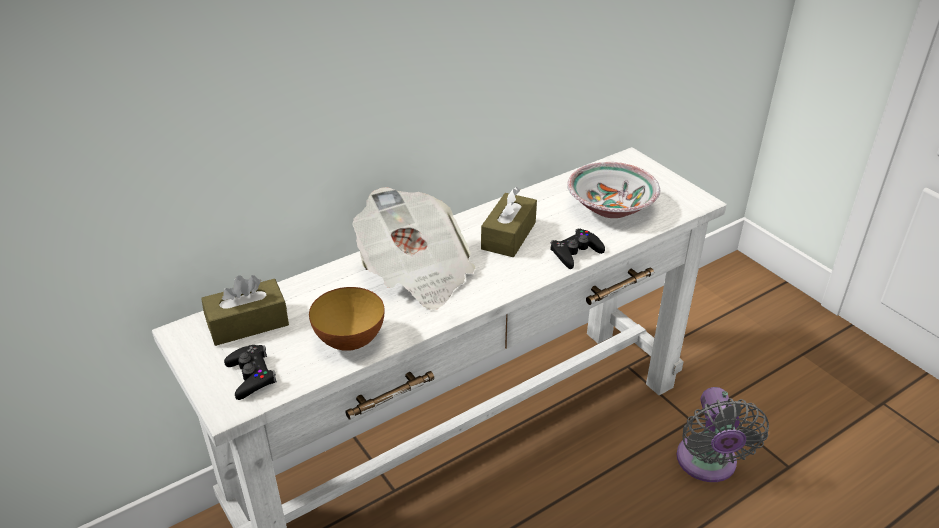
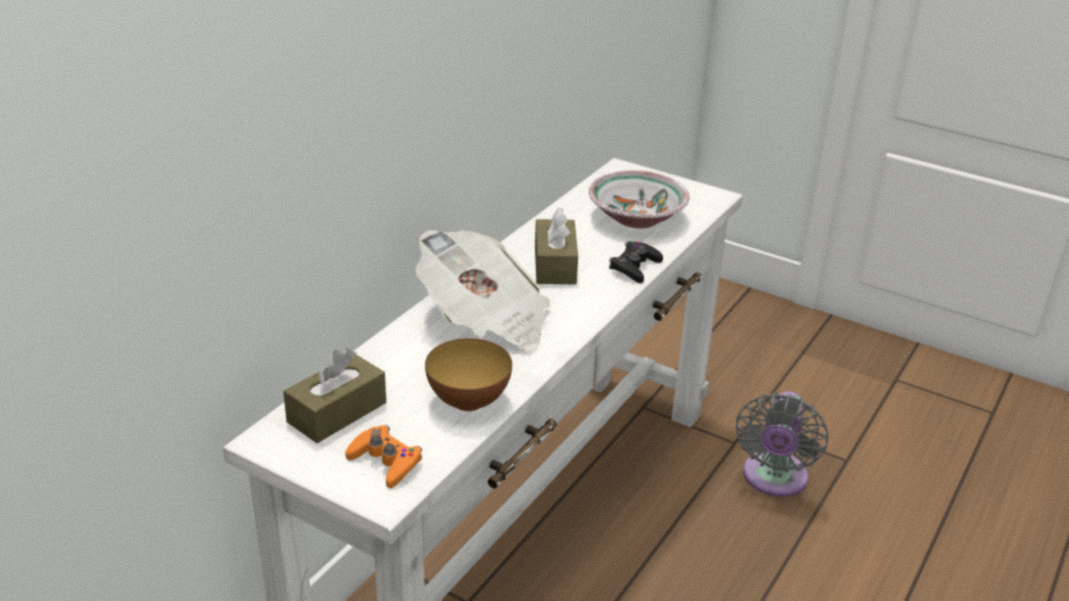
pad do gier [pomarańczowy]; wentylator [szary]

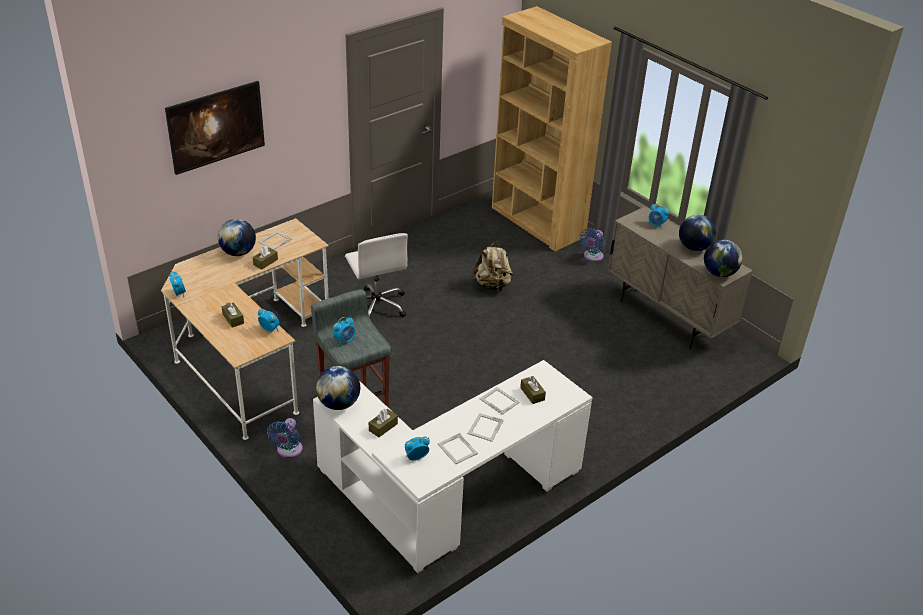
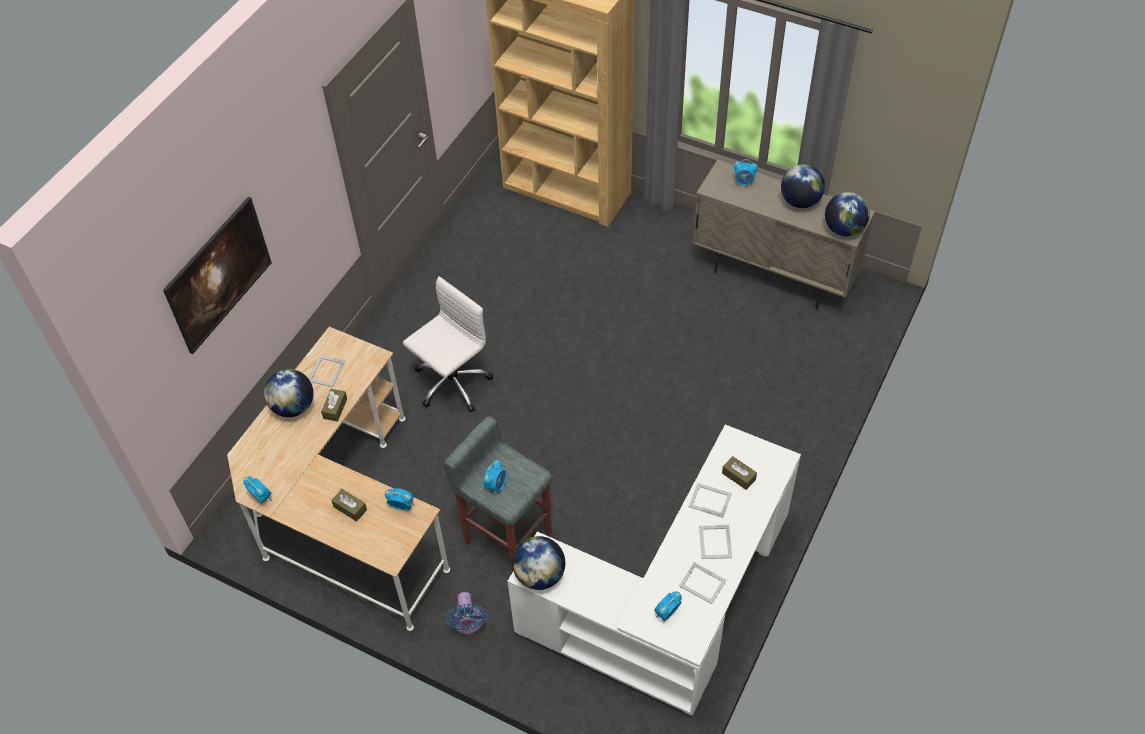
wentylator [niebieski] (no. 2 from left in the first image); krzesło biurowe [biały]; plecak [beżowy]; pudełko chusteczek [brązowy] (no. 3 from left in the first image)

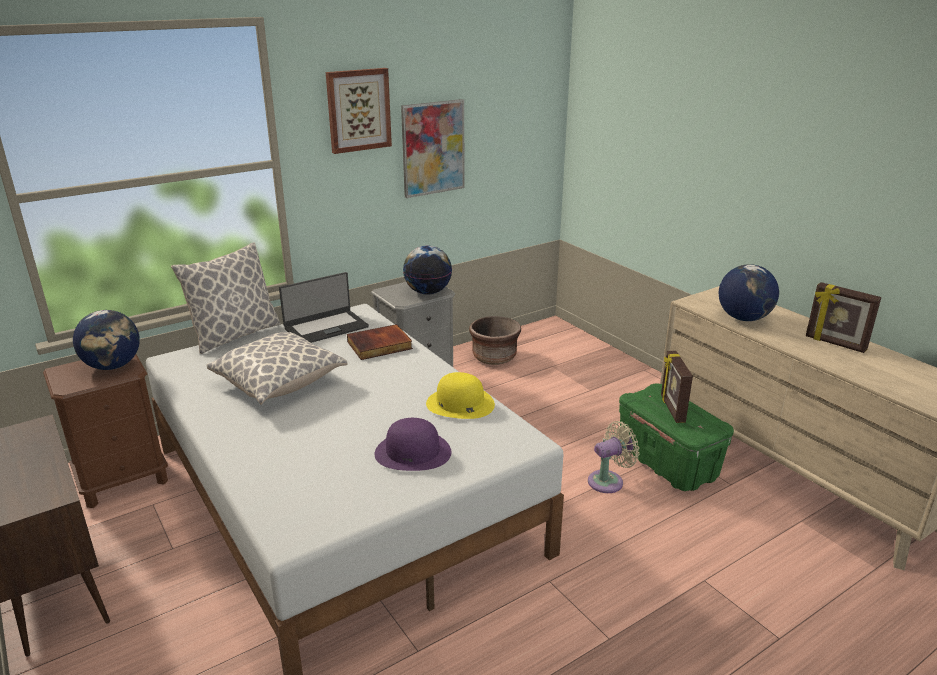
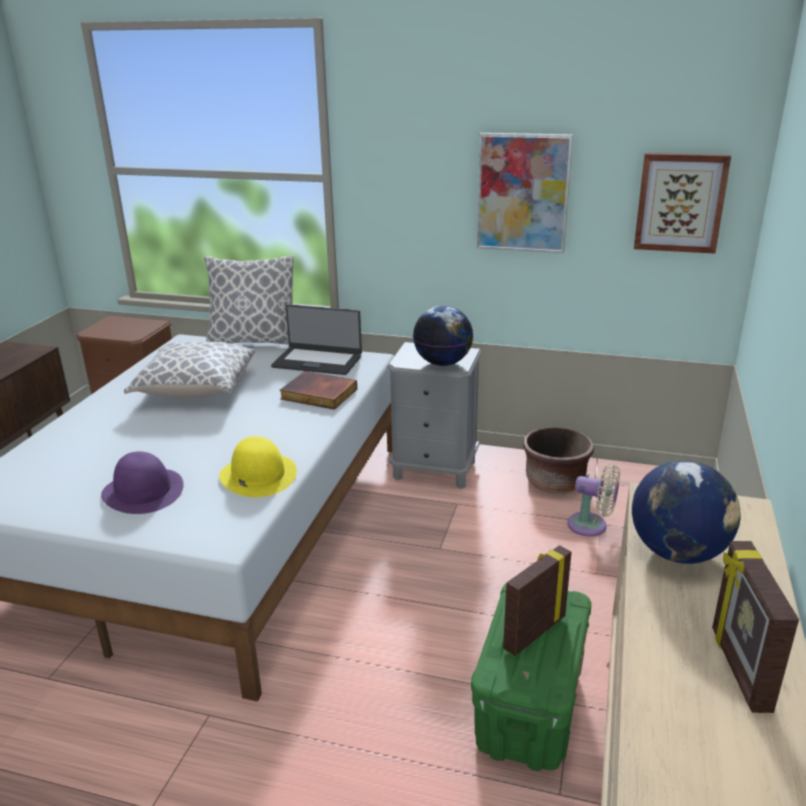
obraz (no. 2 from left); globus (no. 1 from left in the first image); wentylator [beżowy]

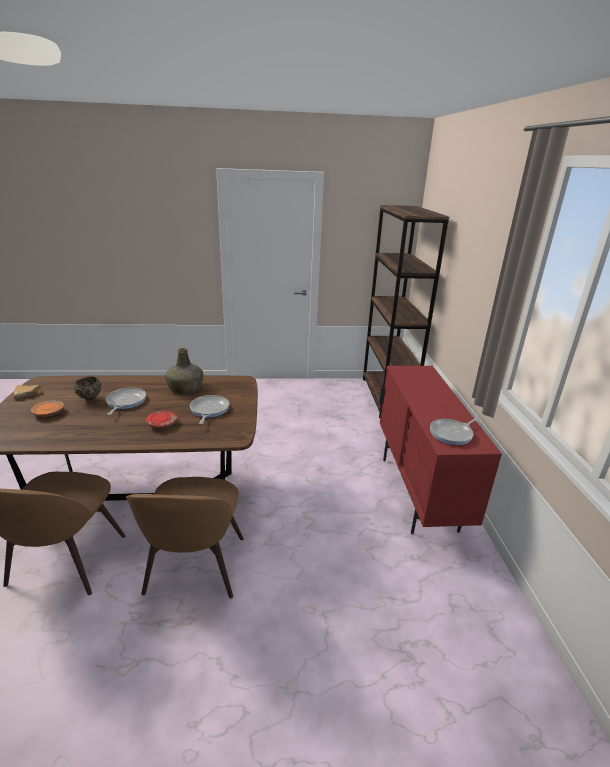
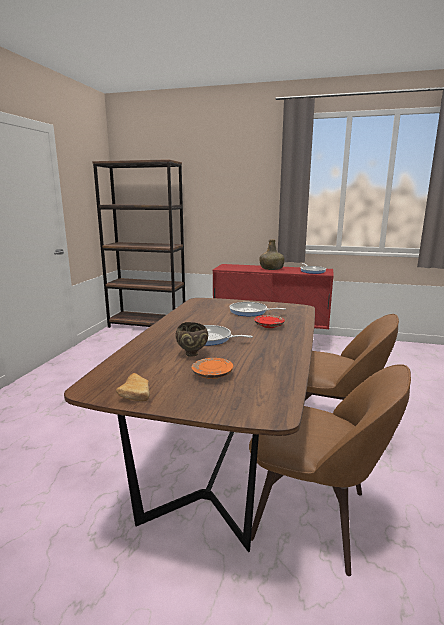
butelka [zielony]

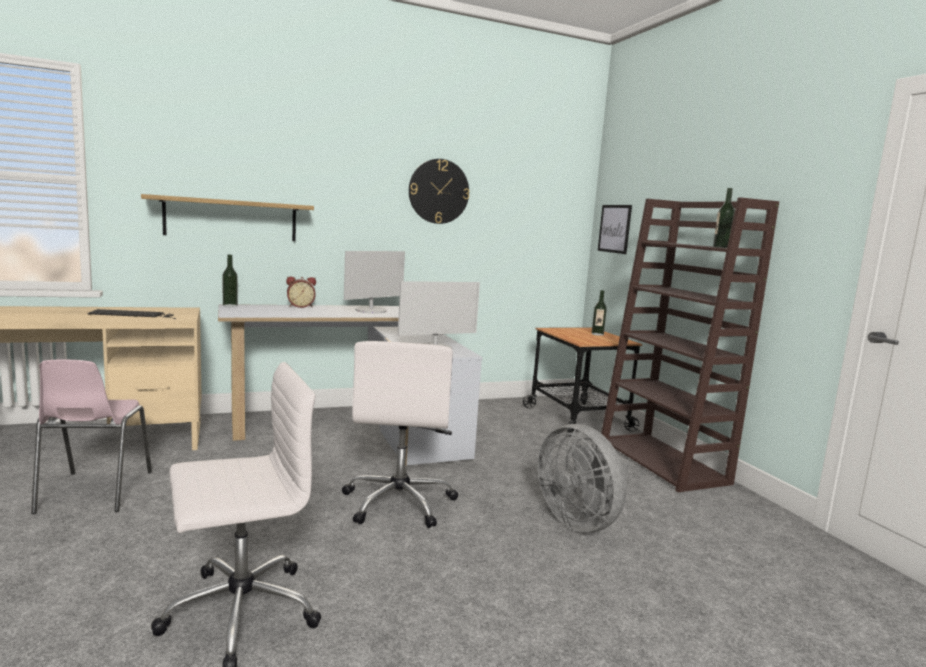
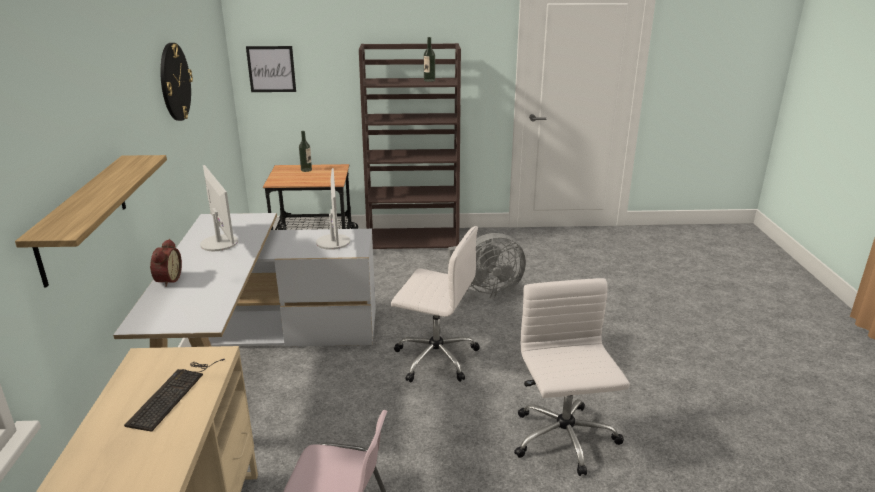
butelka (no. 1 from left in the first image)

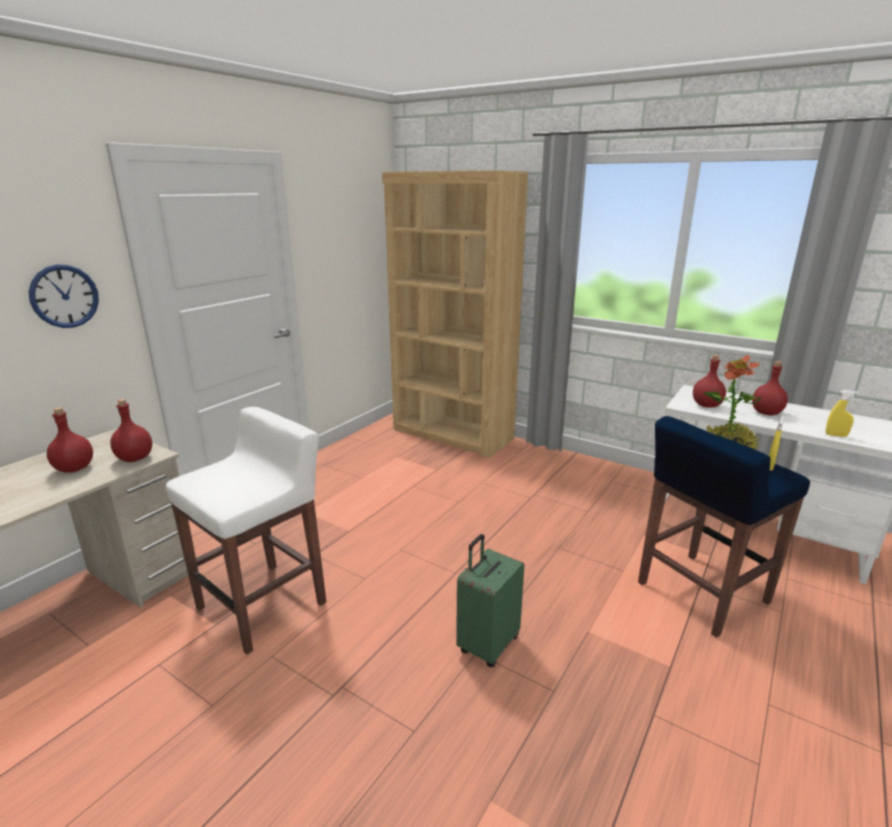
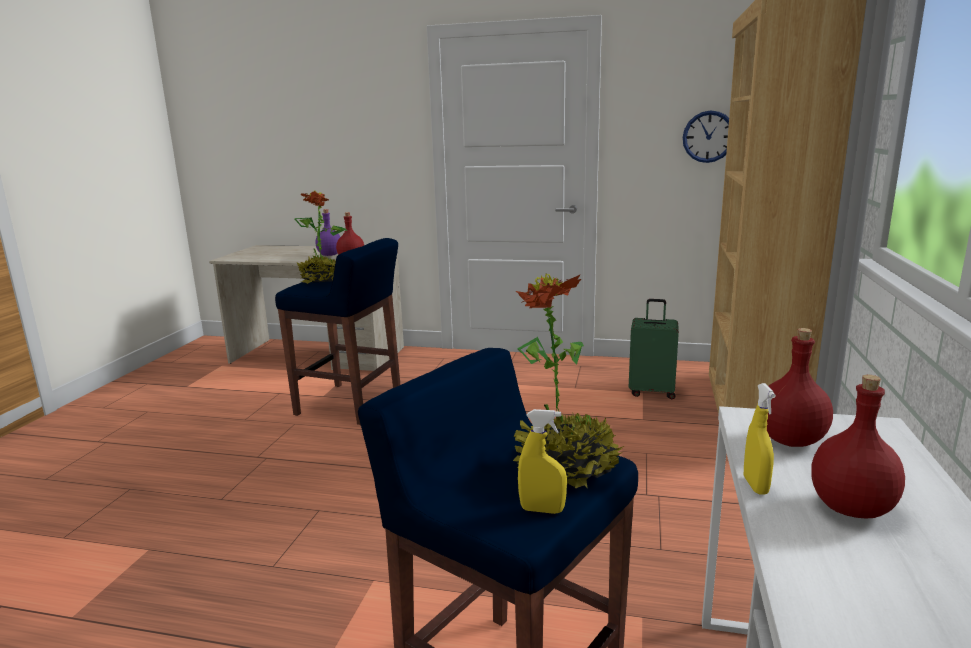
zegar ścienny; spryskiwacz [żółty] (no. 2 from left); butelka [fioletowy]; stołek [niebieski] (no. 1 from left); walizka [zielony]; roślina doniczkowa (no. 1 from left)

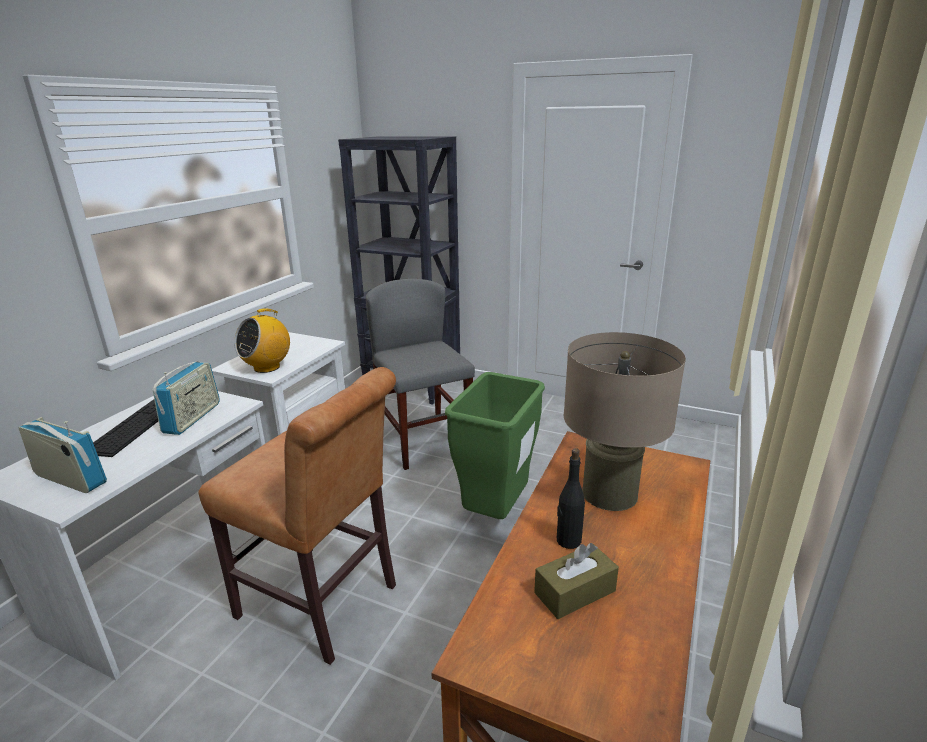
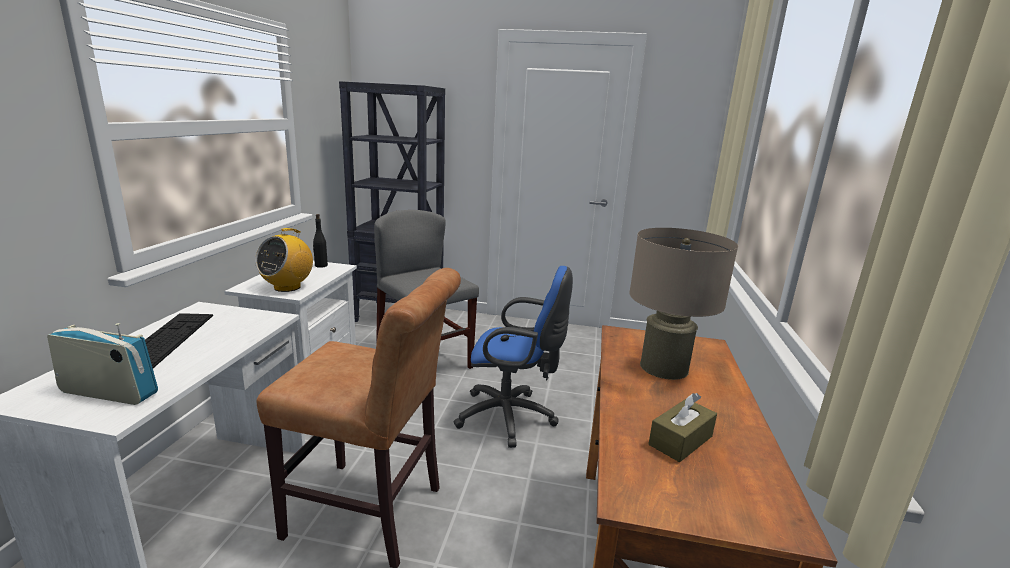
radio (no. 2 from left in the first image); krzesło biurowe [niebieski]; butelka [czarny]

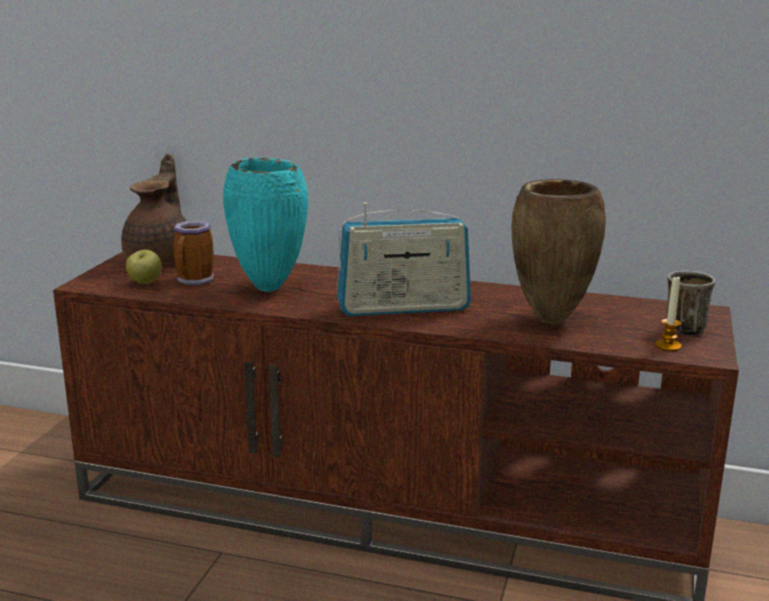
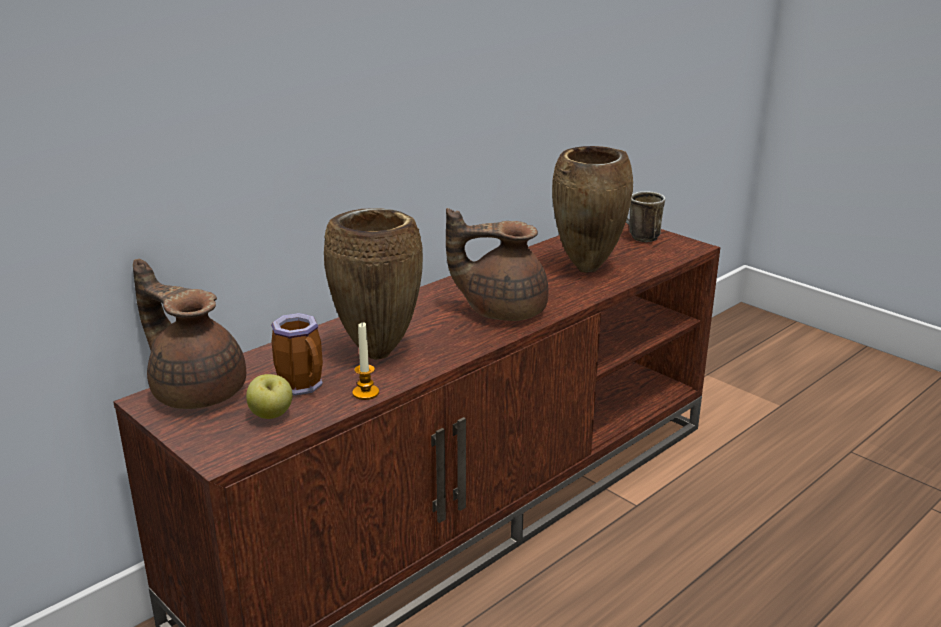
wazon [brązowy] (no. 1 from left); imbryk [brązowy] (no. 2 from left); świeca

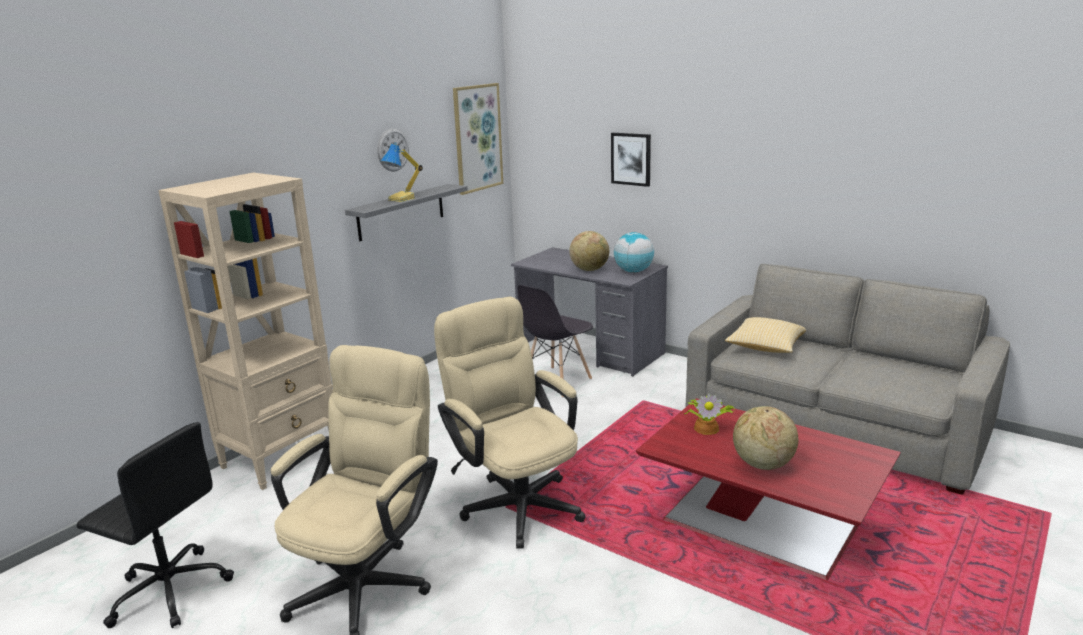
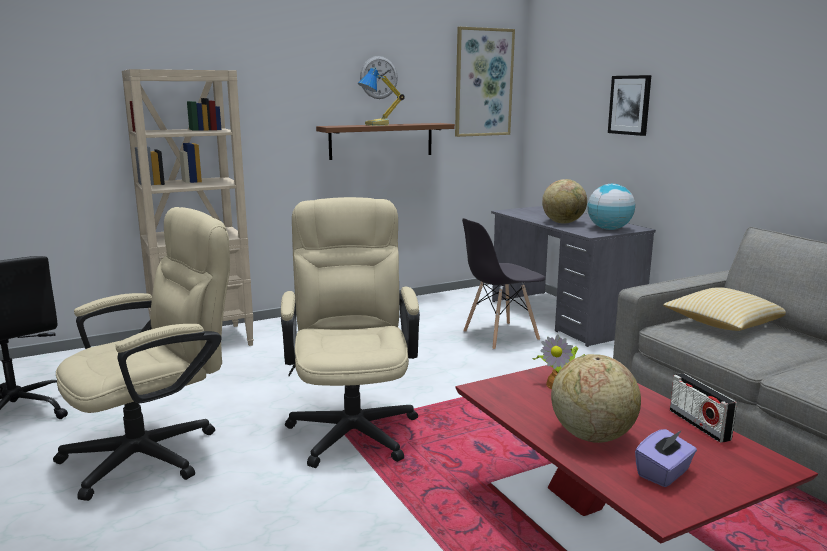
półka [brązowy]; radio; pudełko chusteczek [fioletowy]

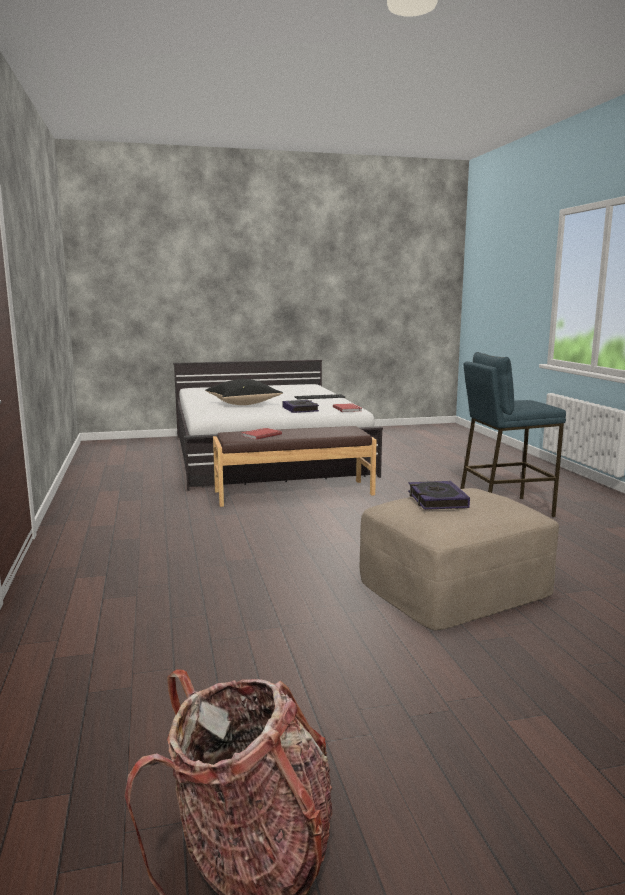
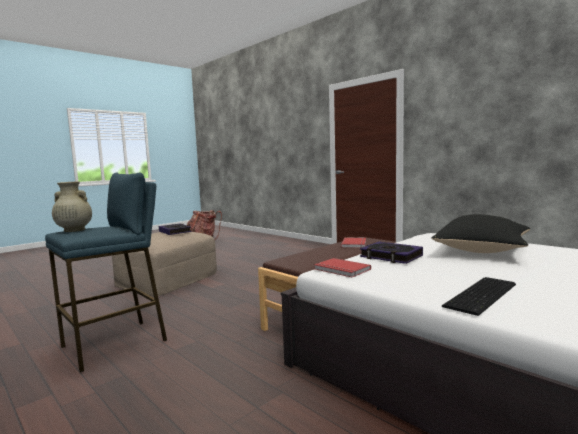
wazon [beżowy]

